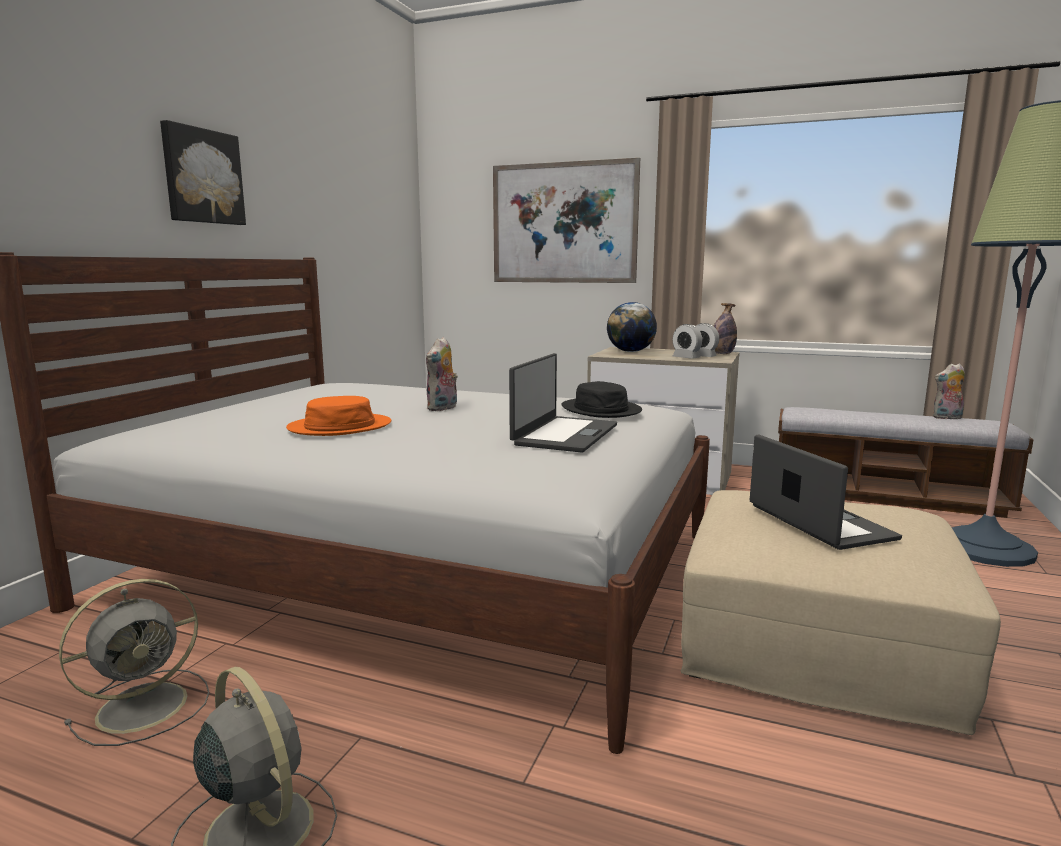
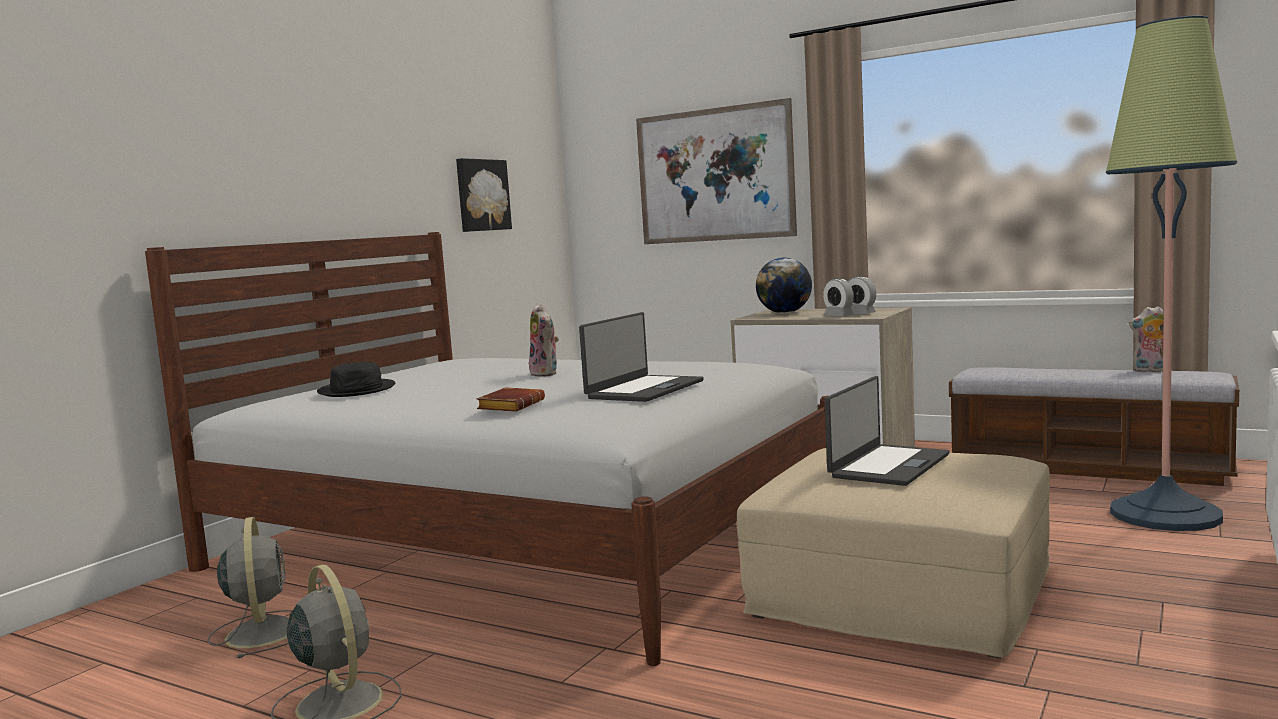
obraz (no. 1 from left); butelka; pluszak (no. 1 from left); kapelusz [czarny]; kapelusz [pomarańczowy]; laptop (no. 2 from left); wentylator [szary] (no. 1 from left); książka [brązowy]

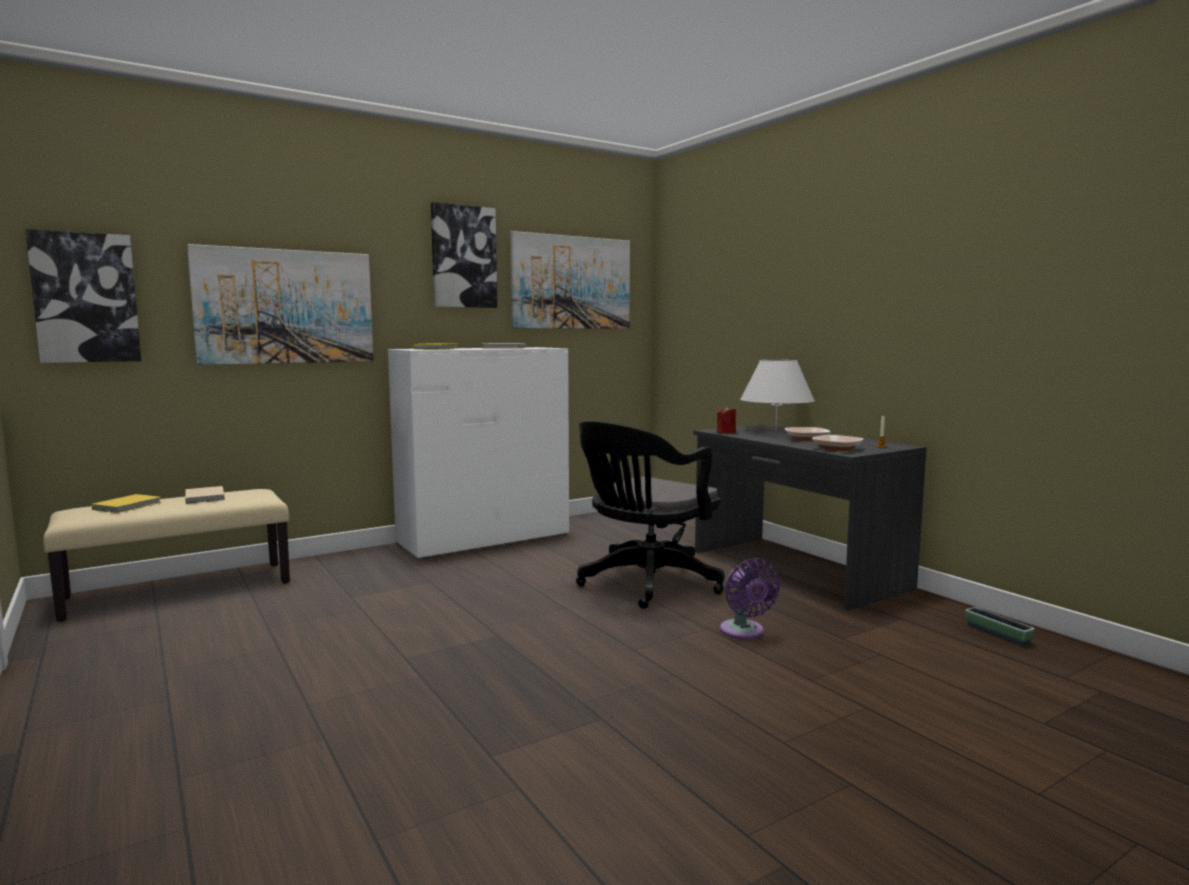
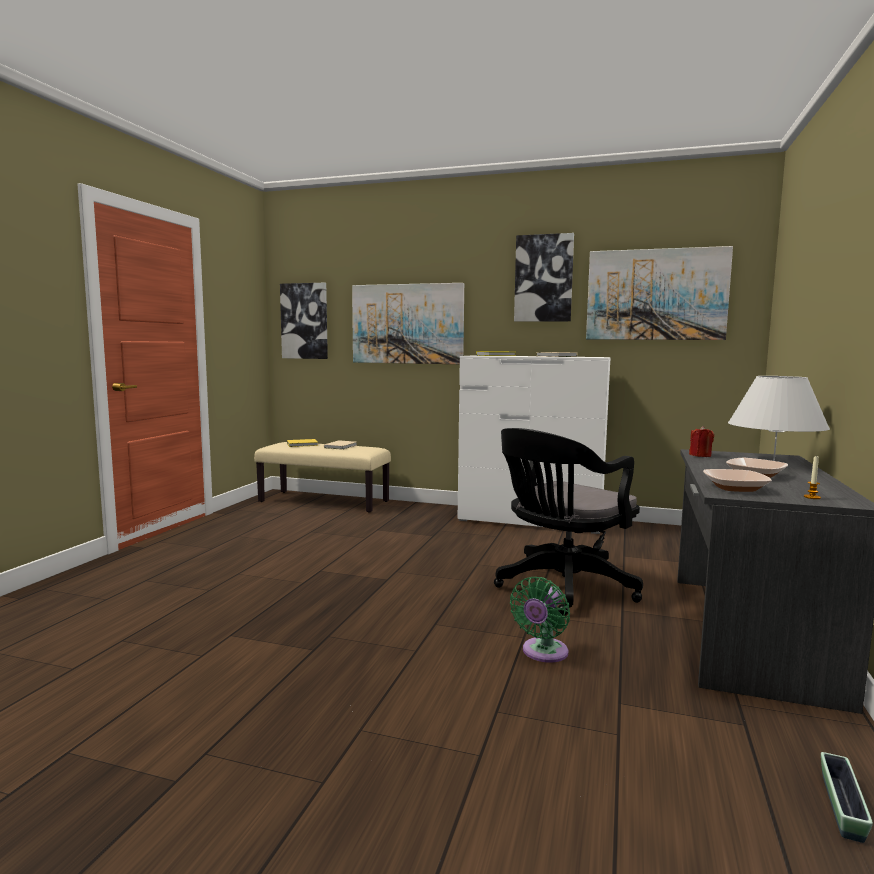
krzesło biurowe [czarny]; wentylator [zielony]

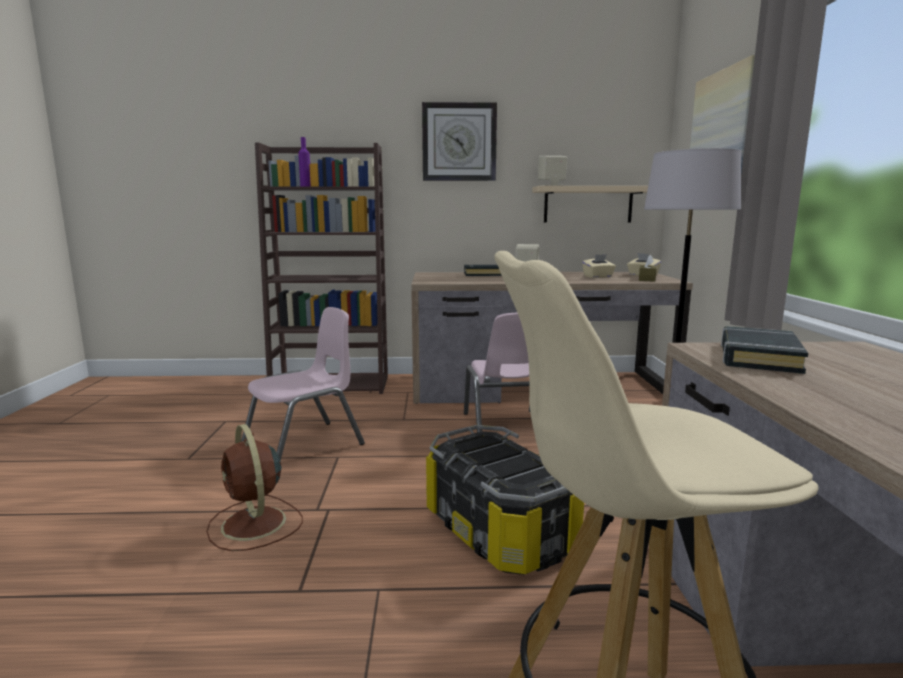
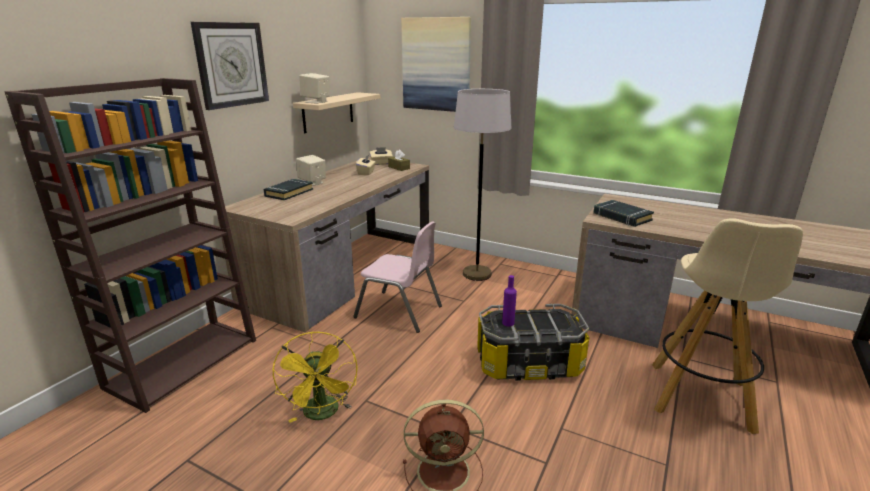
butelka [fioletowy]; wentylator [żółty]

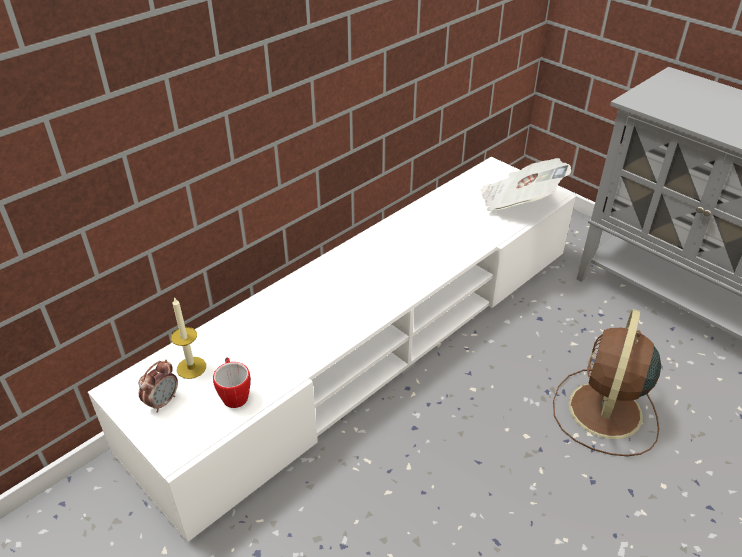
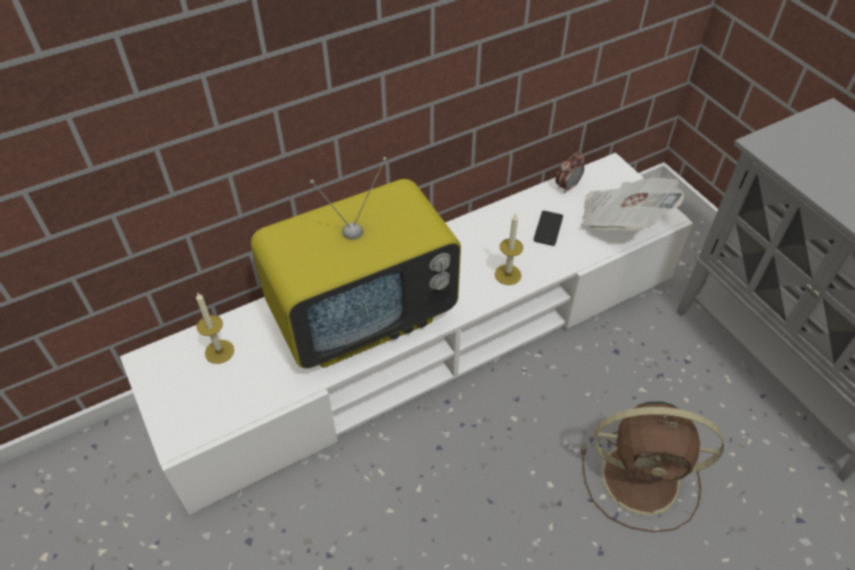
wentylator [brązowy]; kubek; budzik; telewizor; telefon; świeca (no. 2 from left)

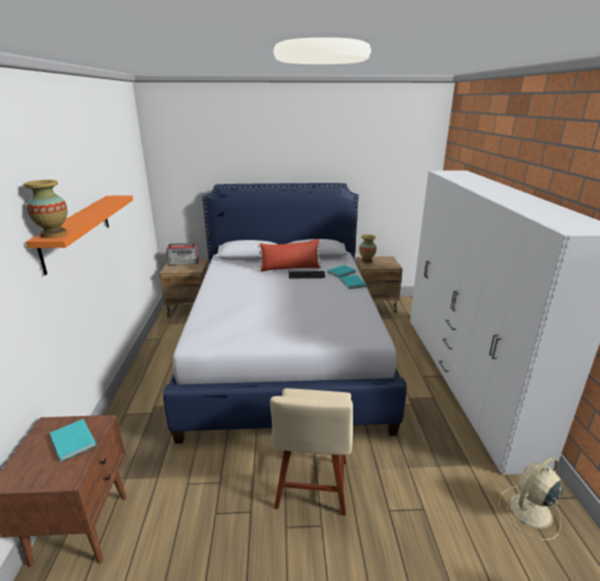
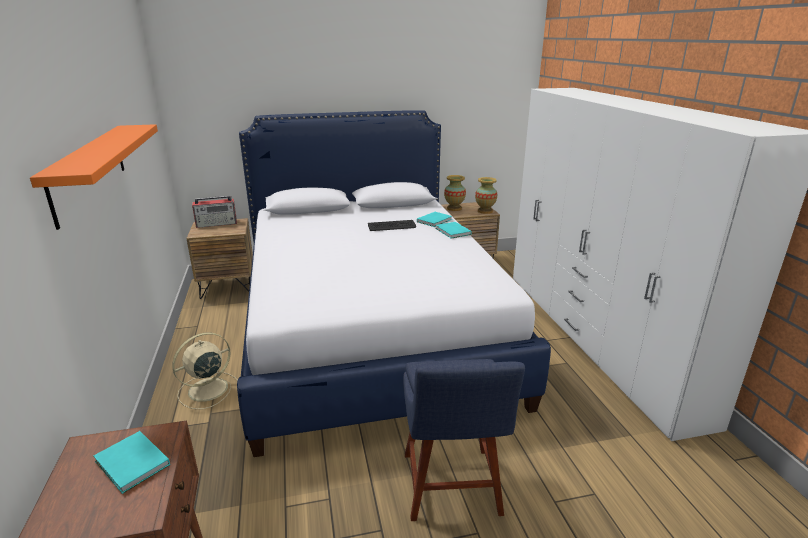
wazon (no. 2 from left); poduszka [czerwony]; krzesło [niebieski]; wentylator [beżowy]

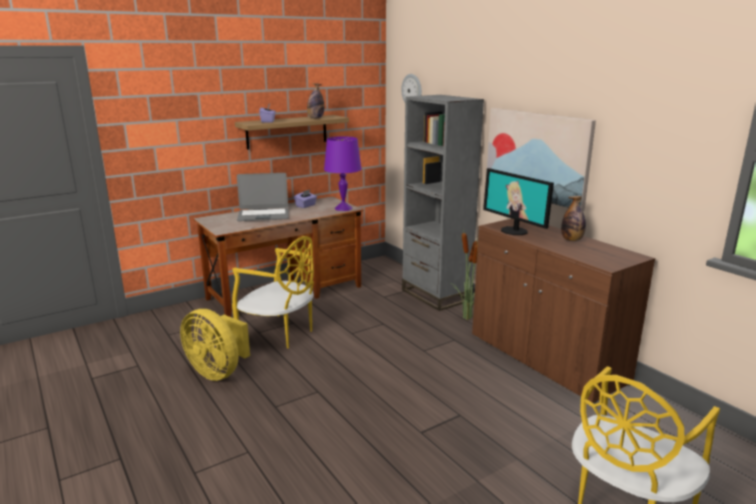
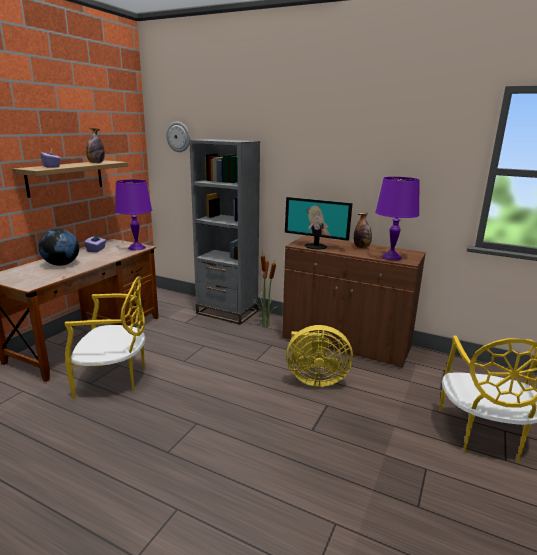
obraz; globus; wentylator [żółty]; lampa stołowa [fioletowy] (no. 2 from left)

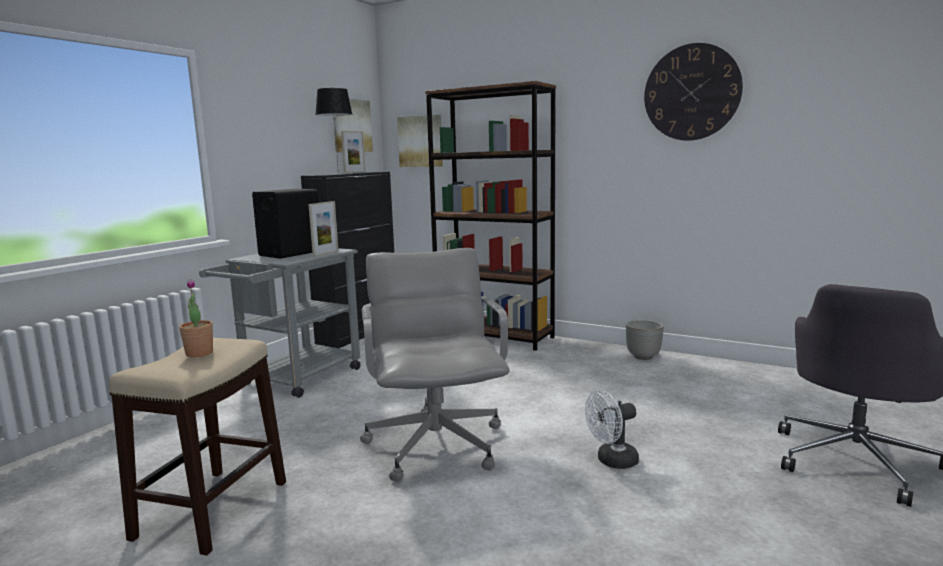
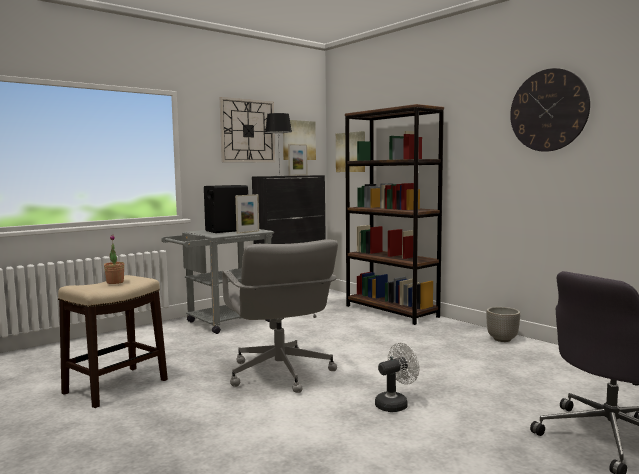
krzesło biurowe [szary] (no. 1 from left); wentylator [biały]; zegar ścienny (no. 1 from left)

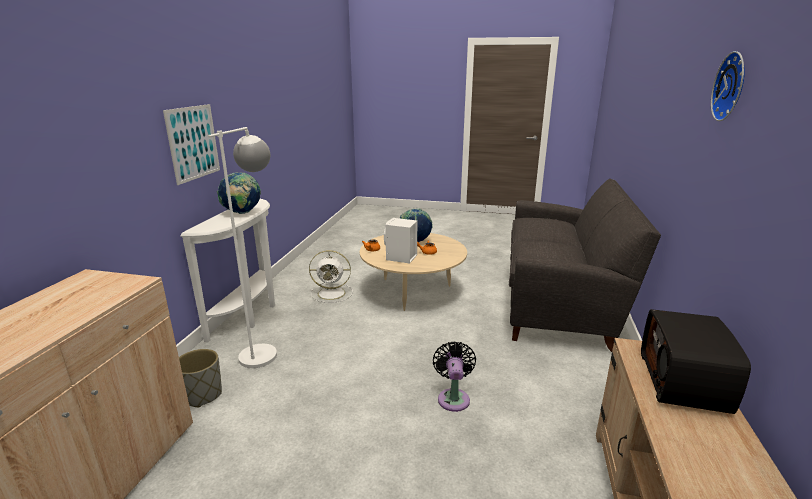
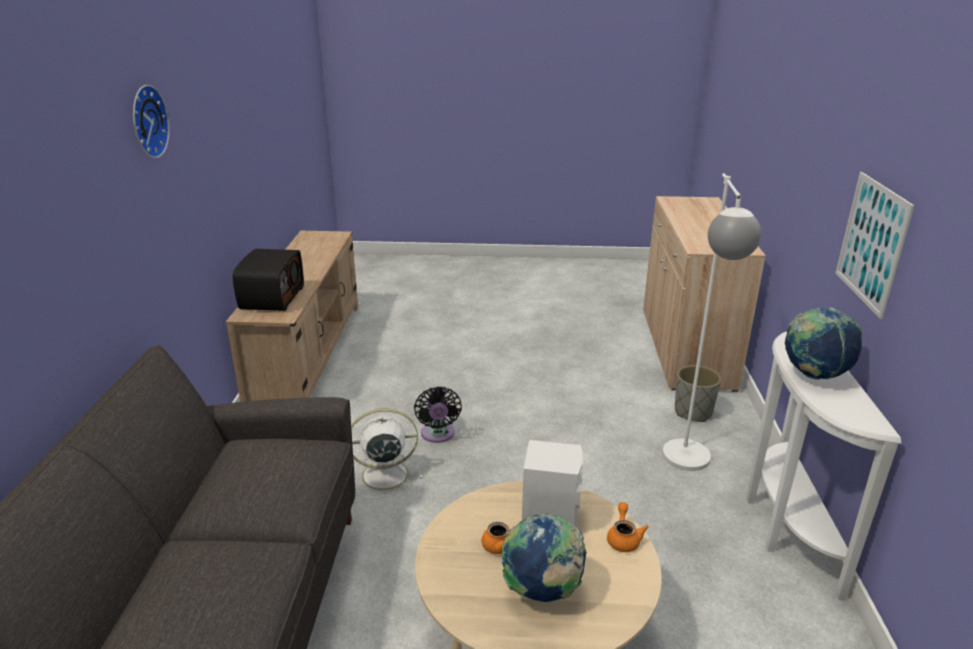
wentylator [biały]

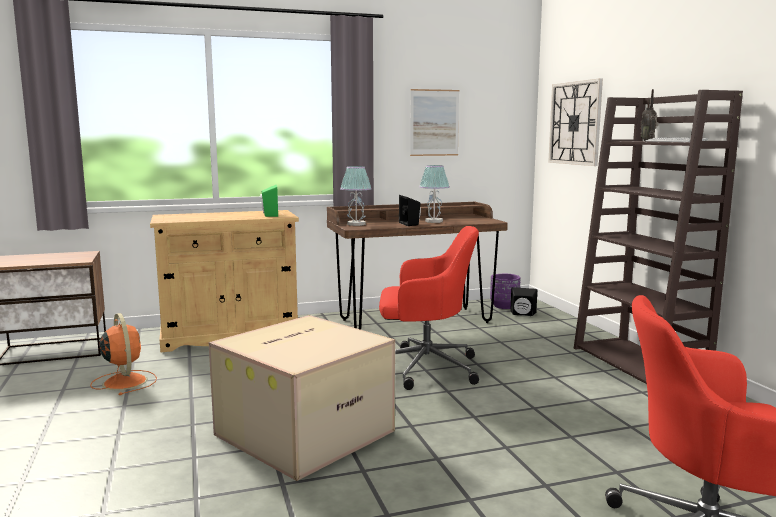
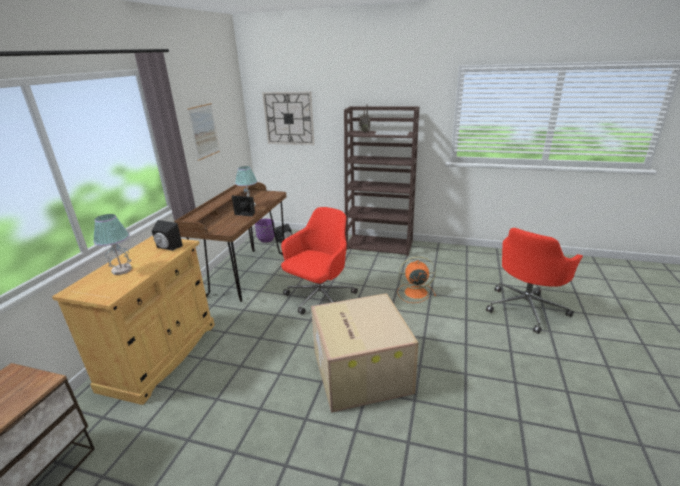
lampa stołowa (no. 1 from left); głośnik [czarny] (no. 1 from left); wentylator [pomarańczowy]

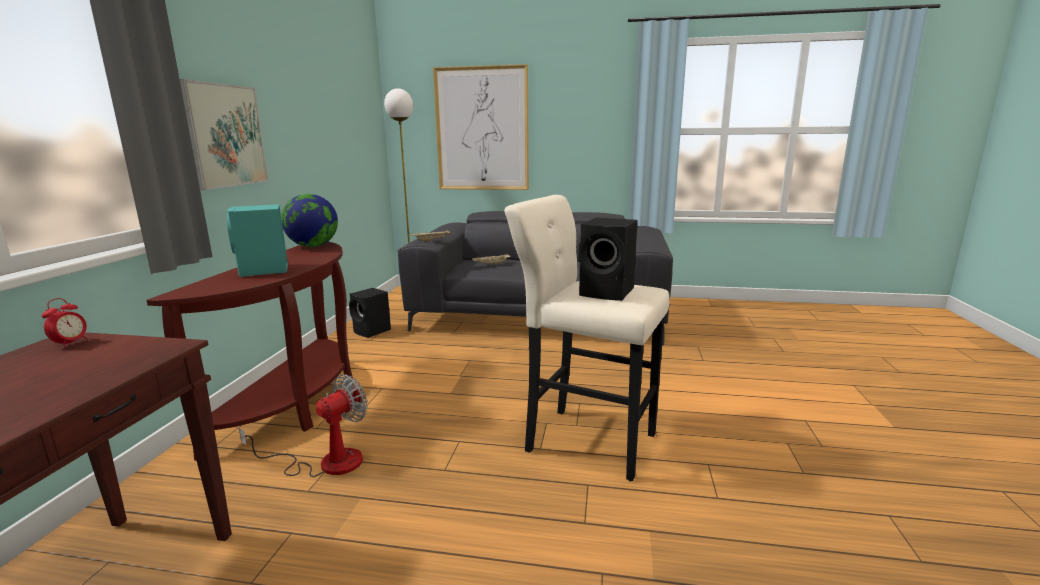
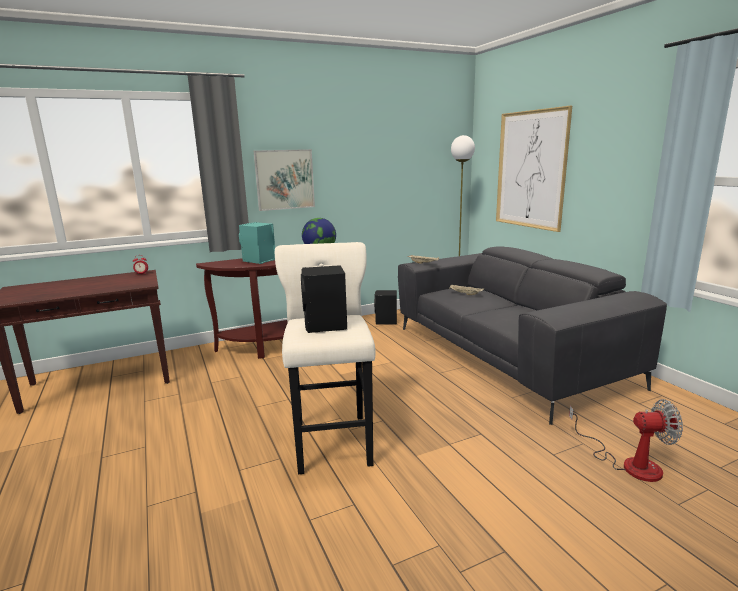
wentylator

